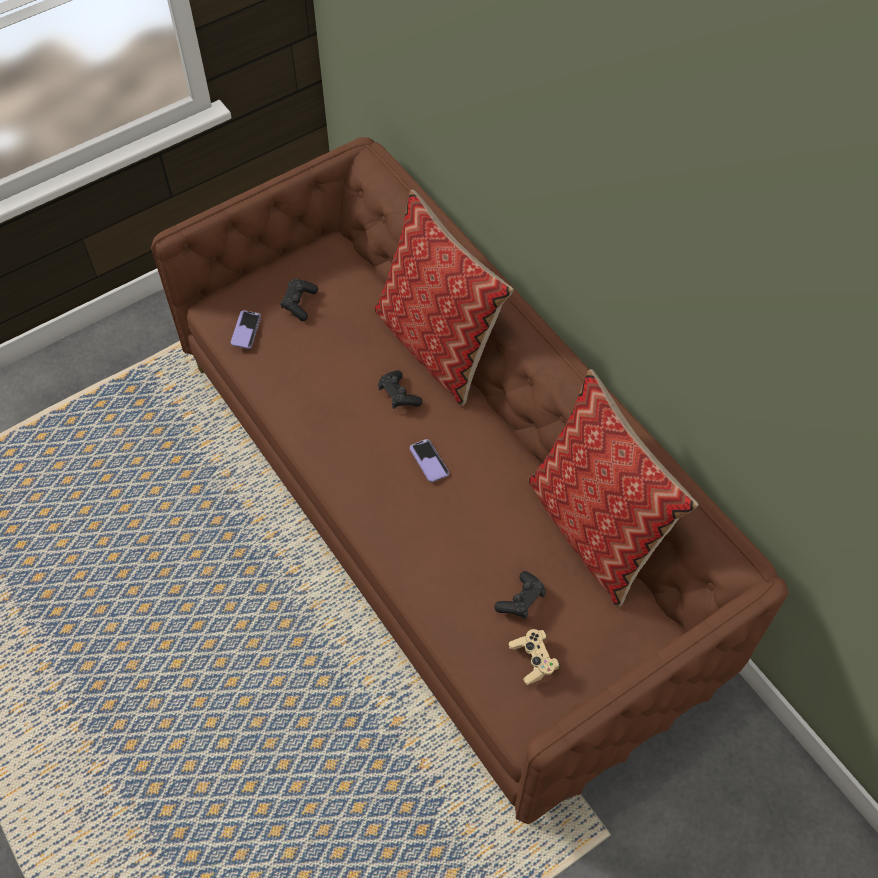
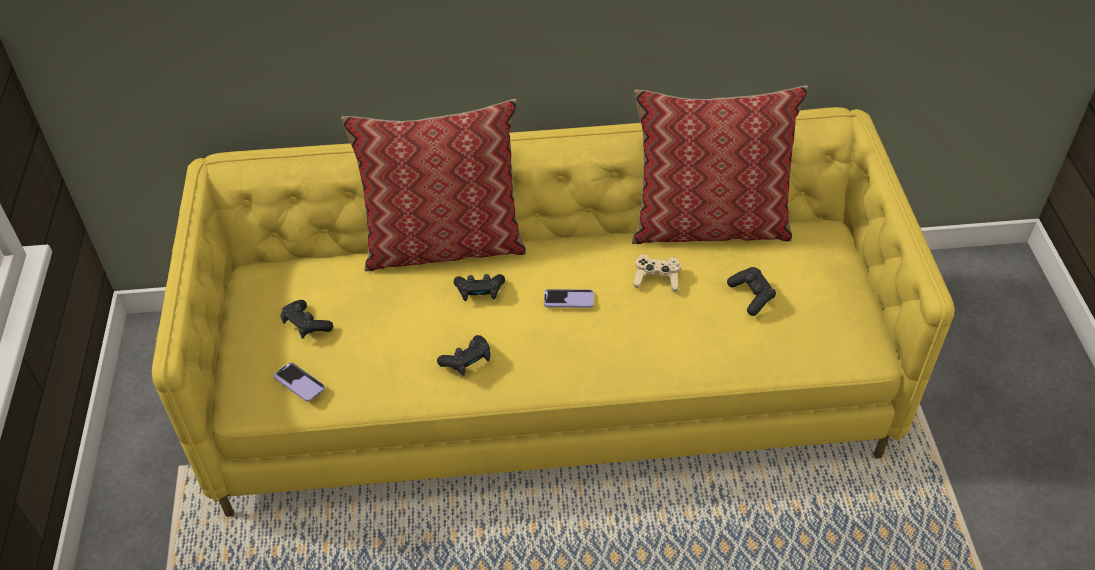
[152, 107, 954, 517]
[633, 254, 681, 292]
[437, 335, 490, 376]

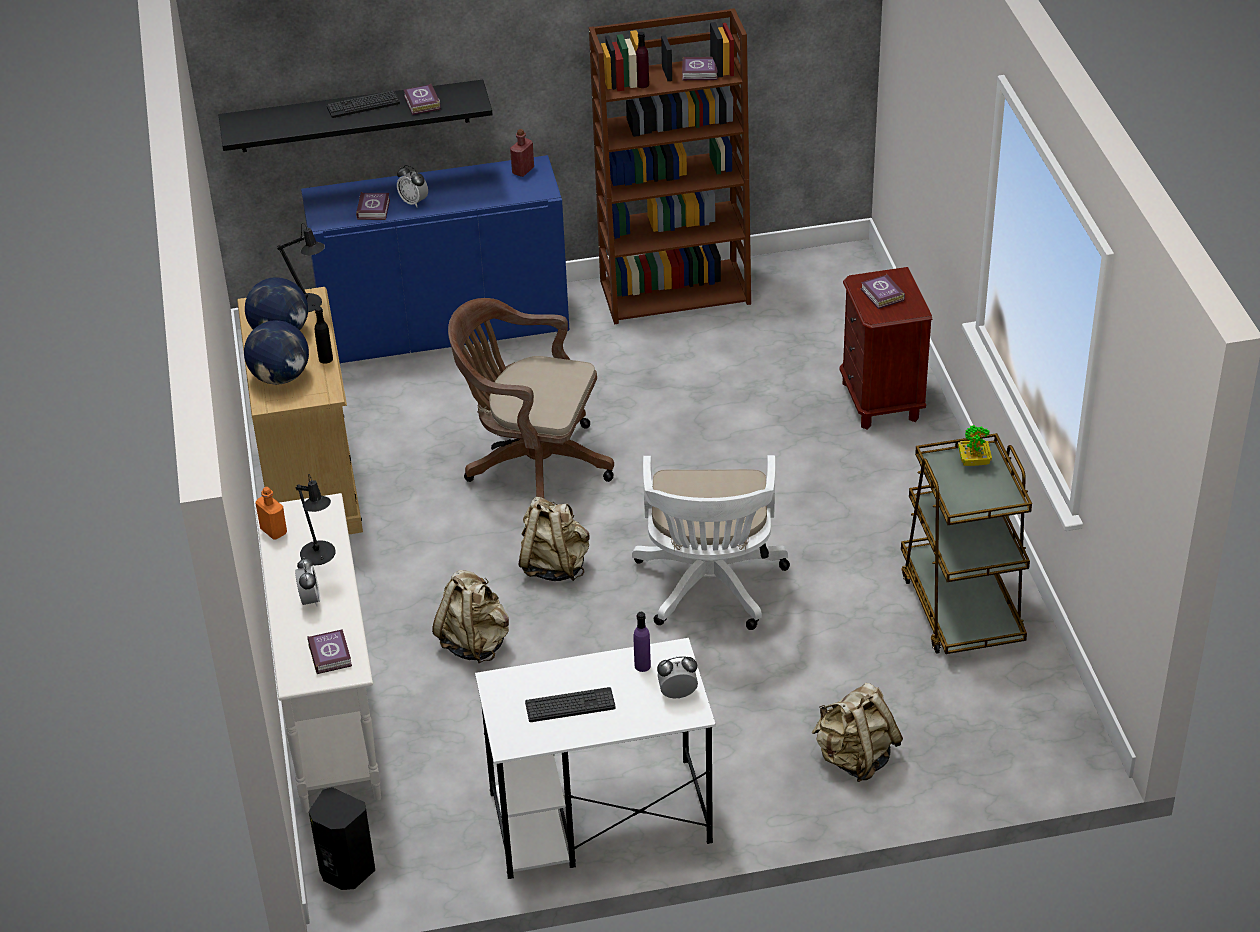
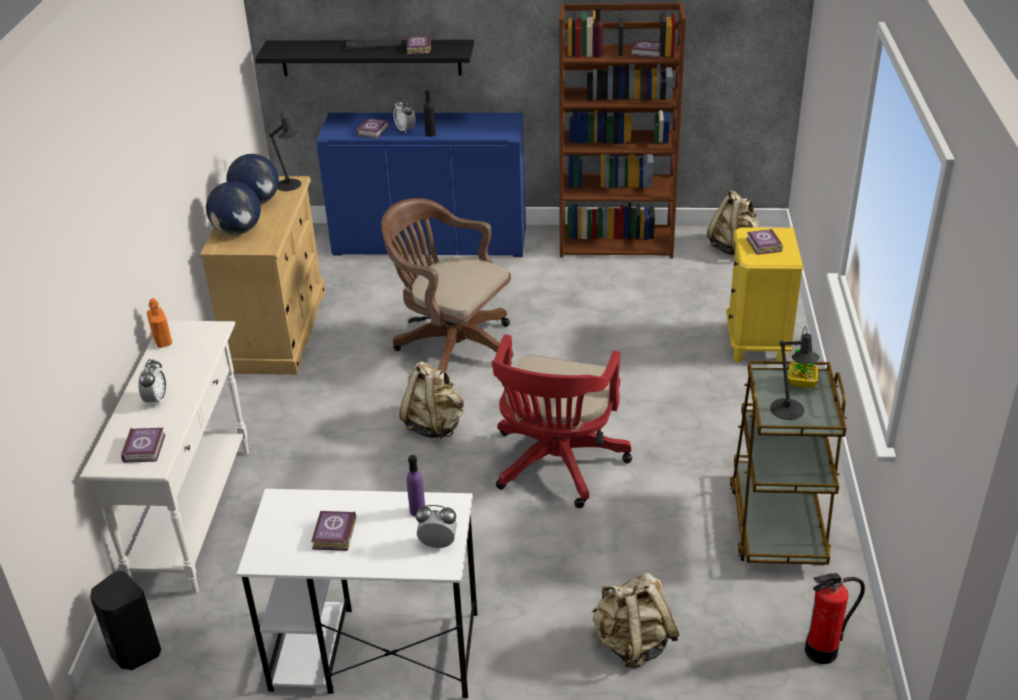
[510, 129, 534, 177] (first image)
[726, 227, 803, 363]
[424, 89, 436, 137]
[491, 335, 632, 508]
[770, 327, 820, 420]
[707, 190, 761, 255]
[311, 511, 356, 551]
[805, 573, 865, 664]

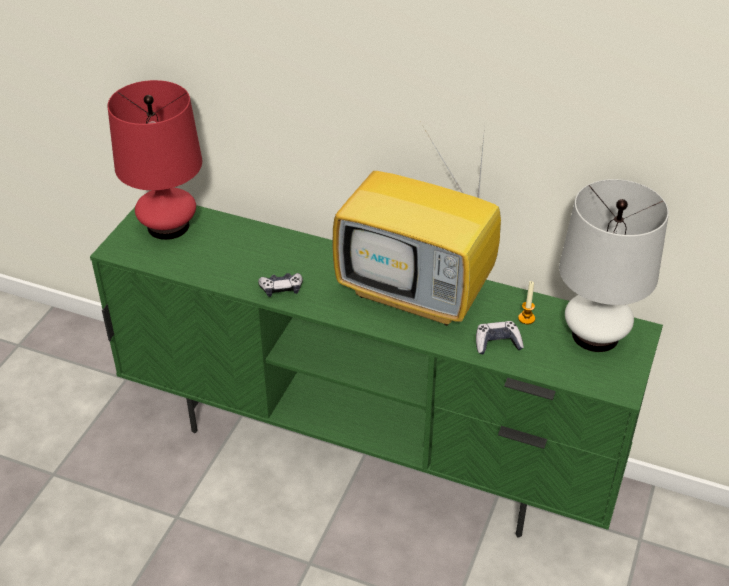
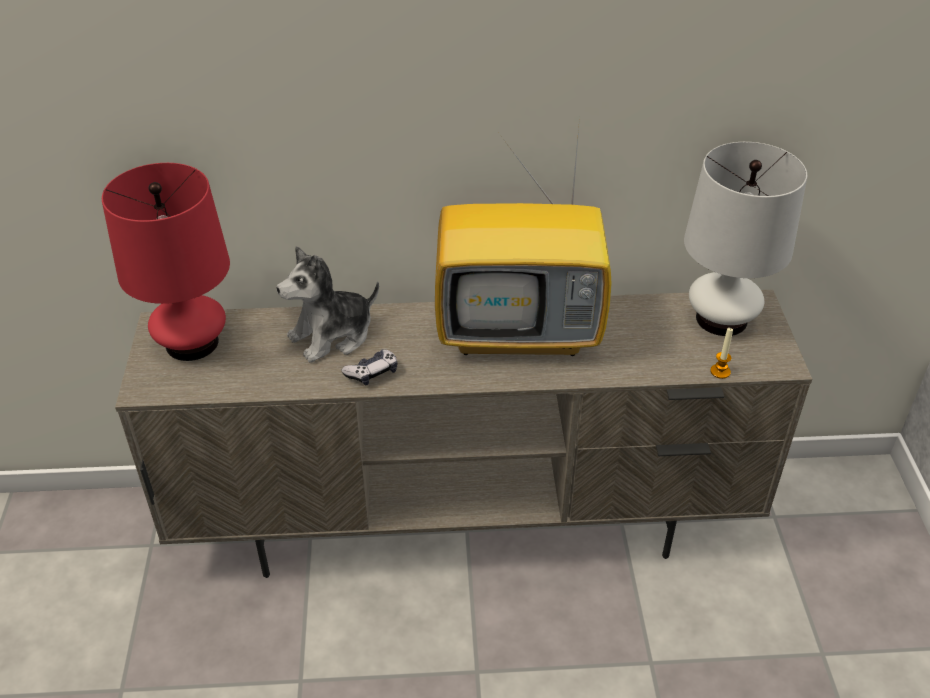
[115, 290, 812, 578]
[710, 327, 733, 379]
[476, 321, 524, 354] (first image)
[276, 246, 379, 363]

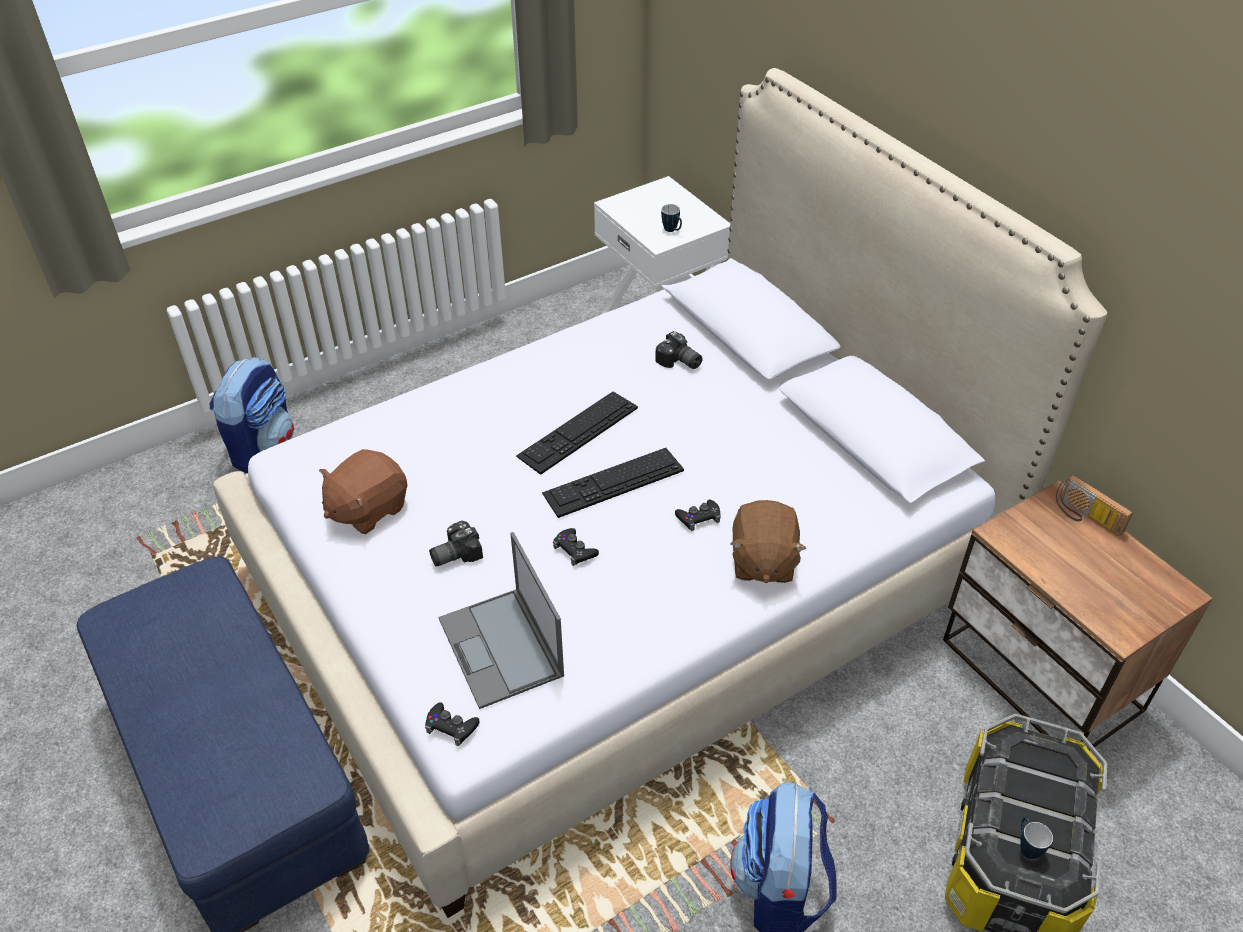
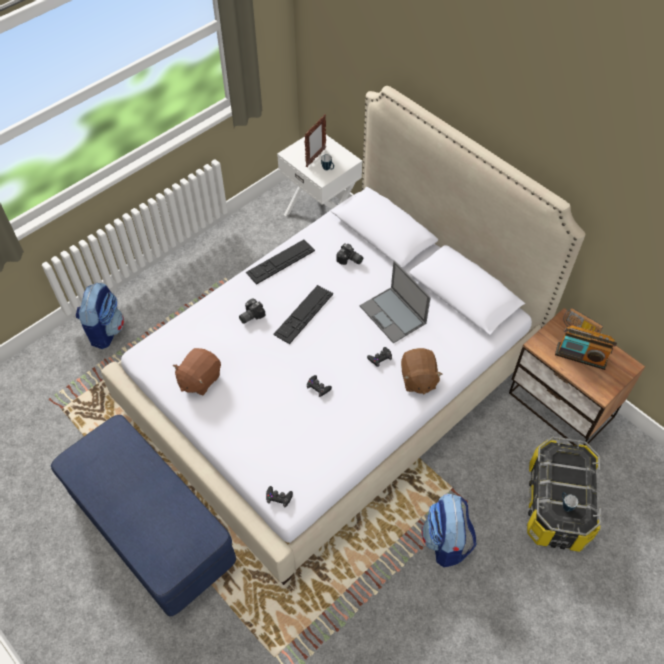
[246, 240, 315, 285]
[239, 299, 266, 324]
[360, 261, 431, 344]
[304, 114, 326, 167]
[555, 325, 617, 370]

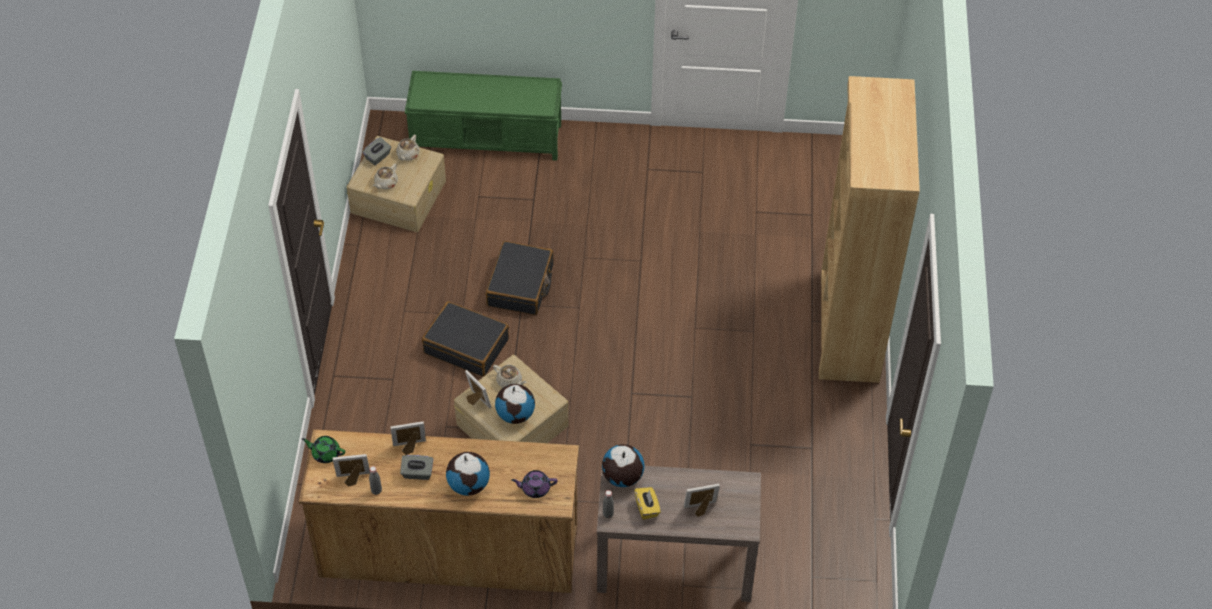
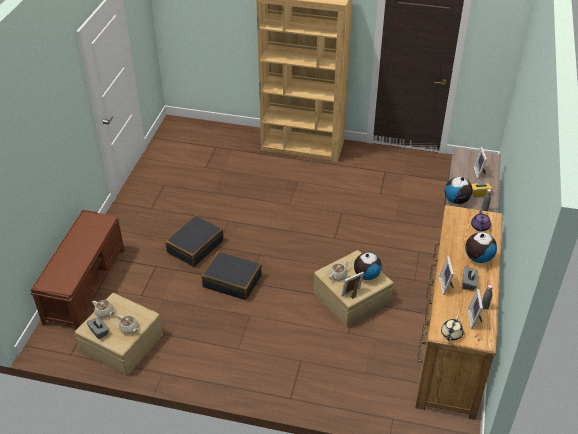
[30, 210, 125, 331]
[166, 215, 224, 267]
[441, 315, 464, 341]

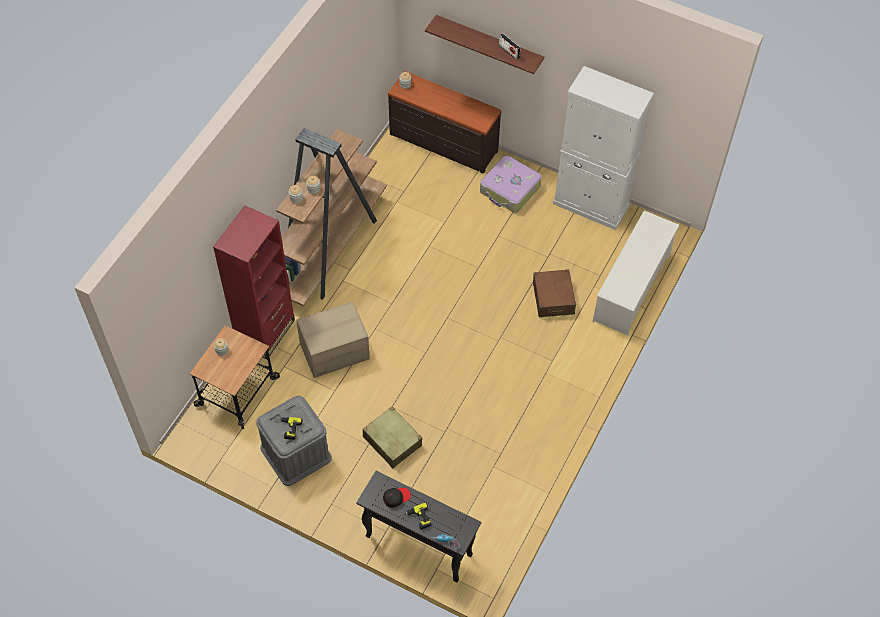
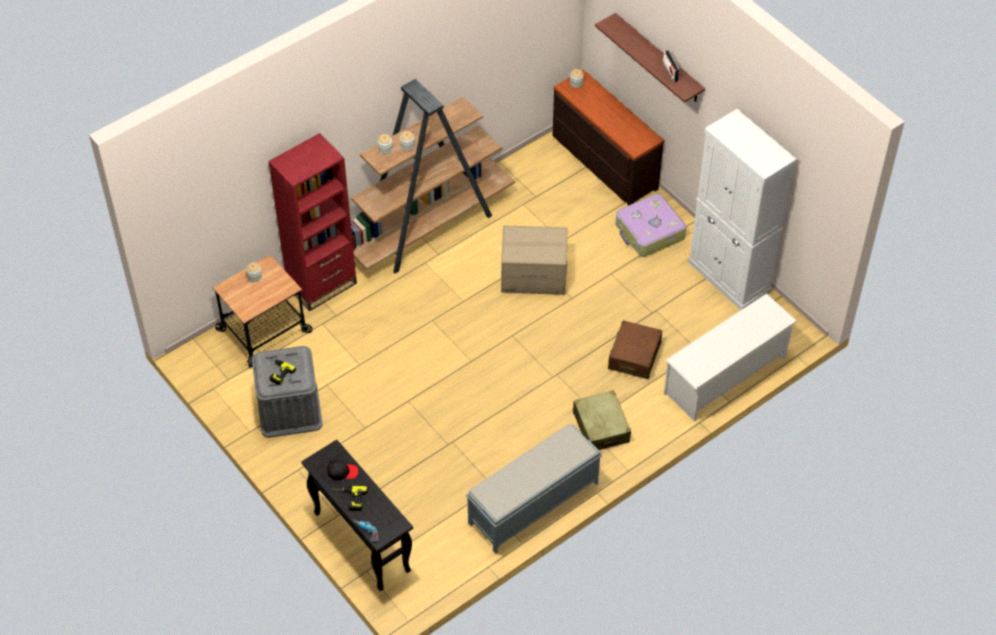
[501, 225, 567, 295]
[573, 390, 631, 450]
[466, 424, 602, 554]

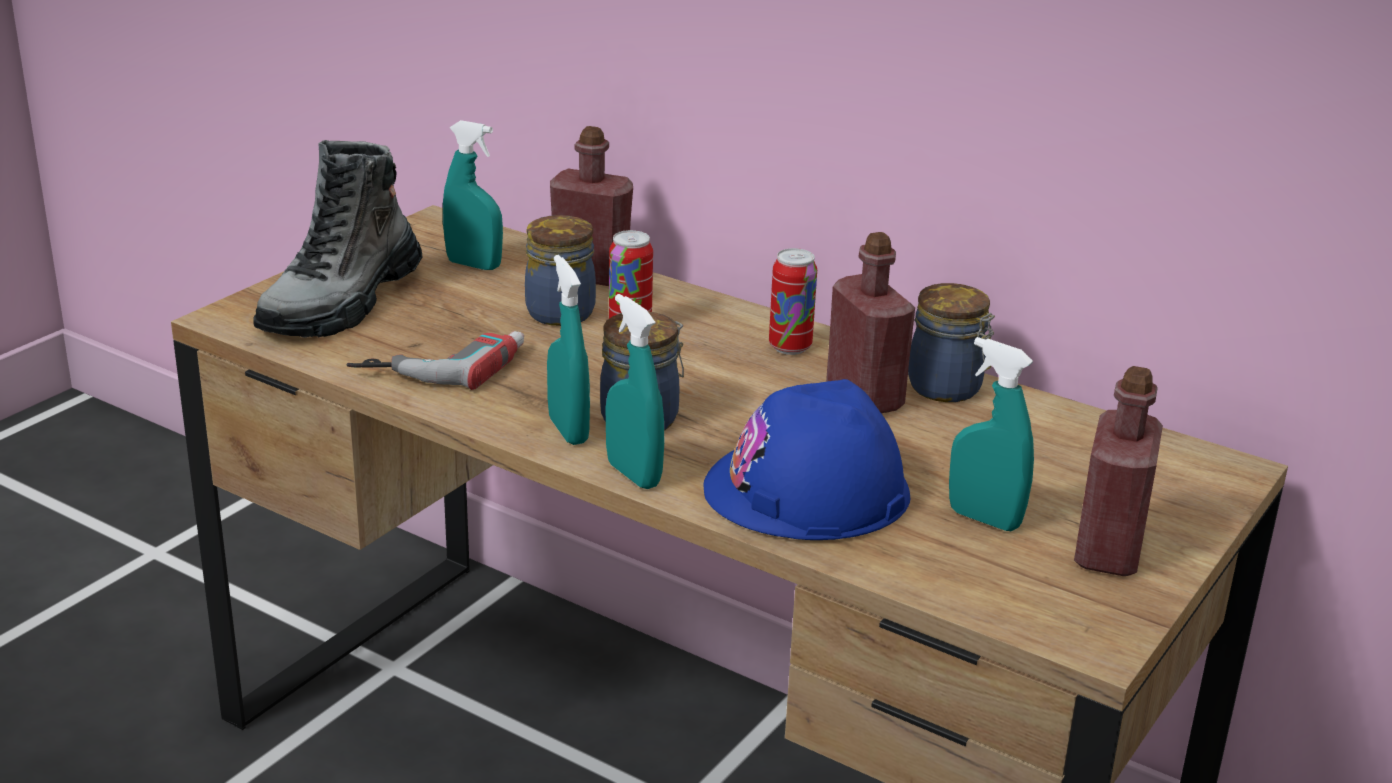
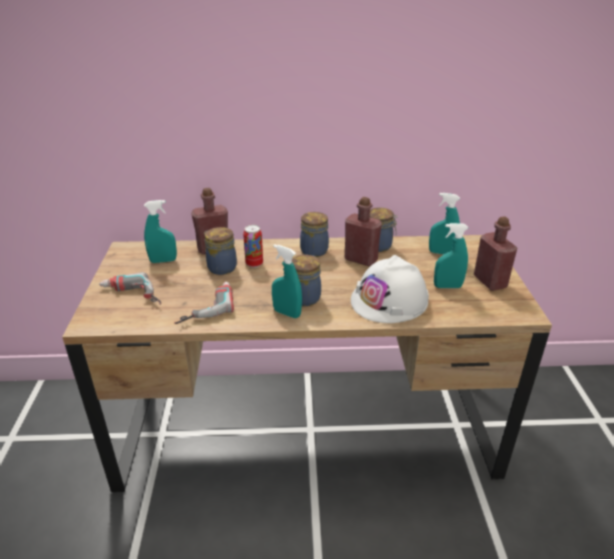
[99, 272, 161, 305]
[300, 212, 329, 257]
[429, 193, 460, 255]
[351, 255, 429, 323]

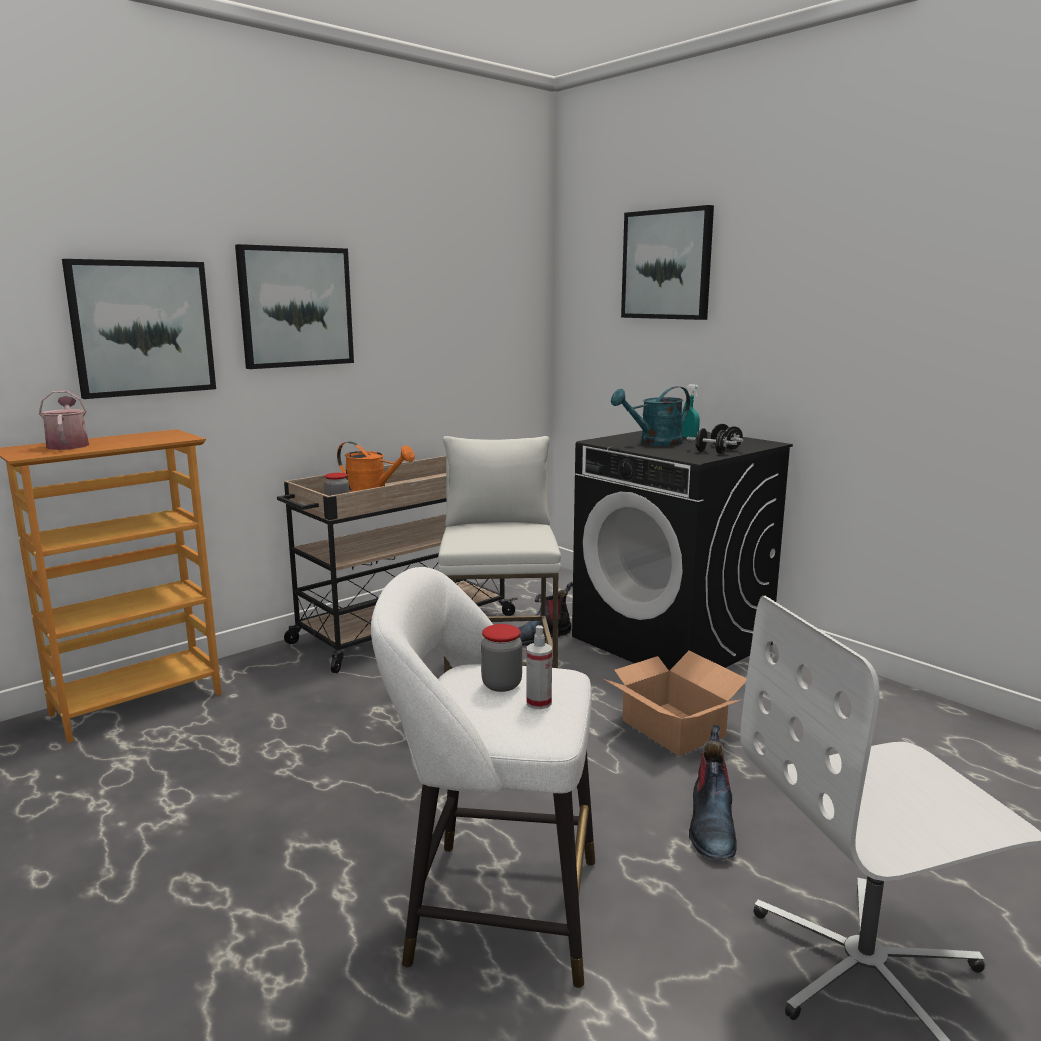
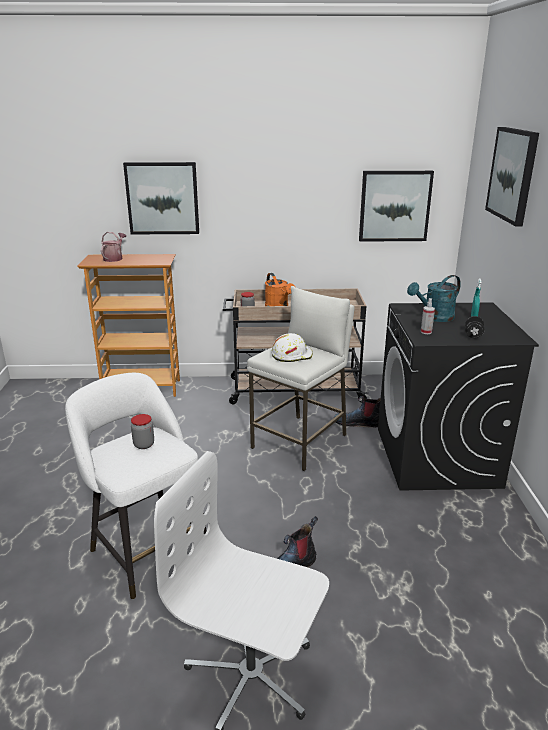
[359, 171, 434, 242]
[407, 275, 461, 322]
[687, 428, 737, 454] (first image)
[421, 298, 435, 334]
[604, 651, 747, 756] (first image)
[271, 333, 313, 362]

